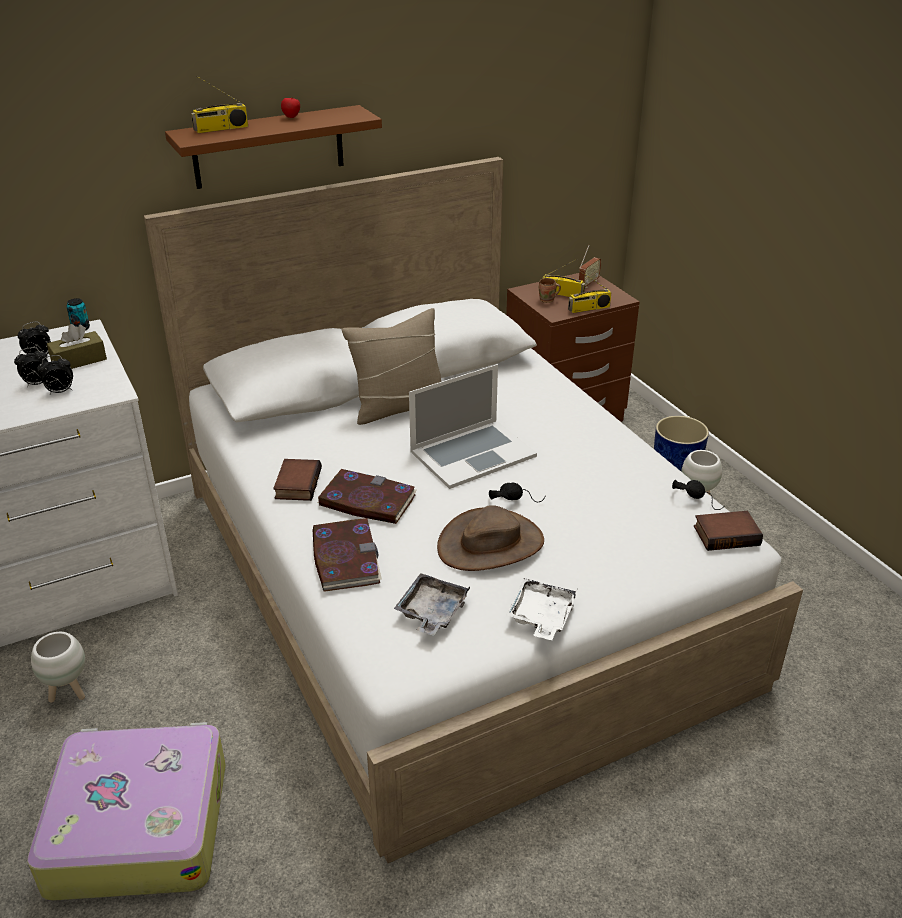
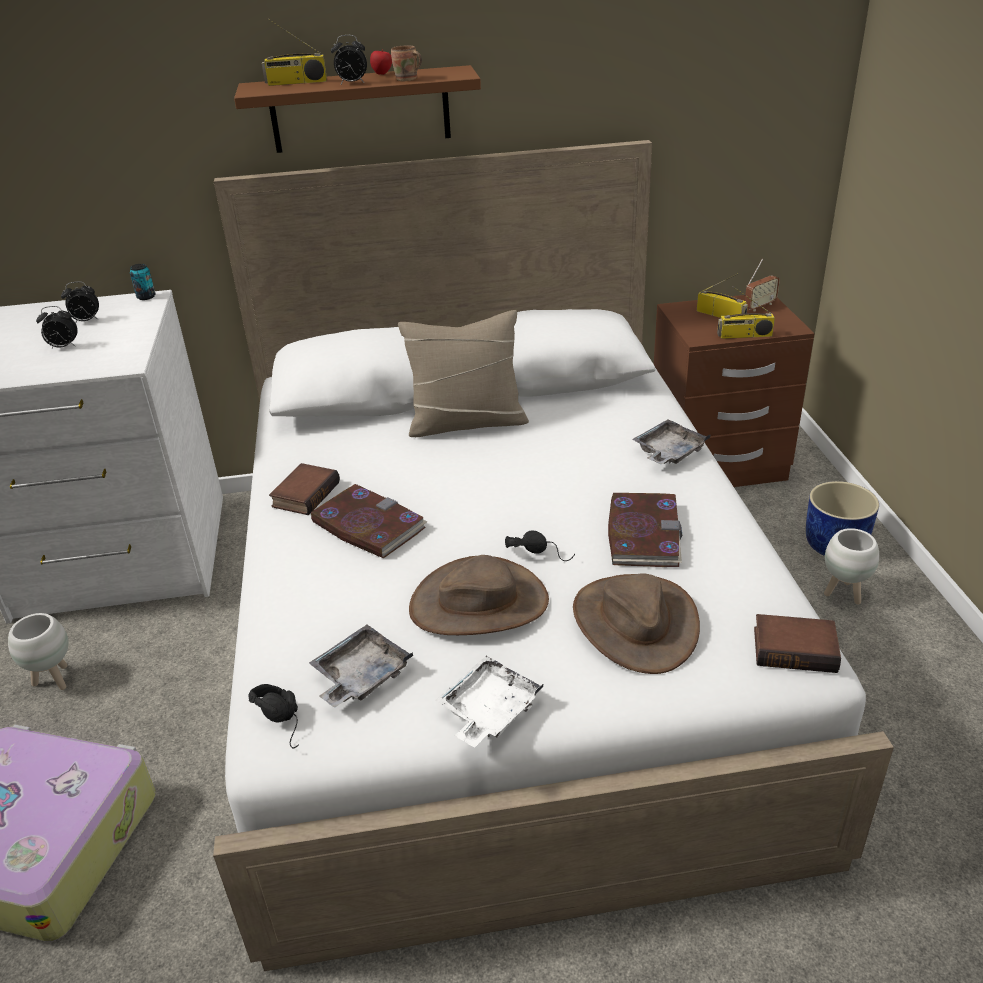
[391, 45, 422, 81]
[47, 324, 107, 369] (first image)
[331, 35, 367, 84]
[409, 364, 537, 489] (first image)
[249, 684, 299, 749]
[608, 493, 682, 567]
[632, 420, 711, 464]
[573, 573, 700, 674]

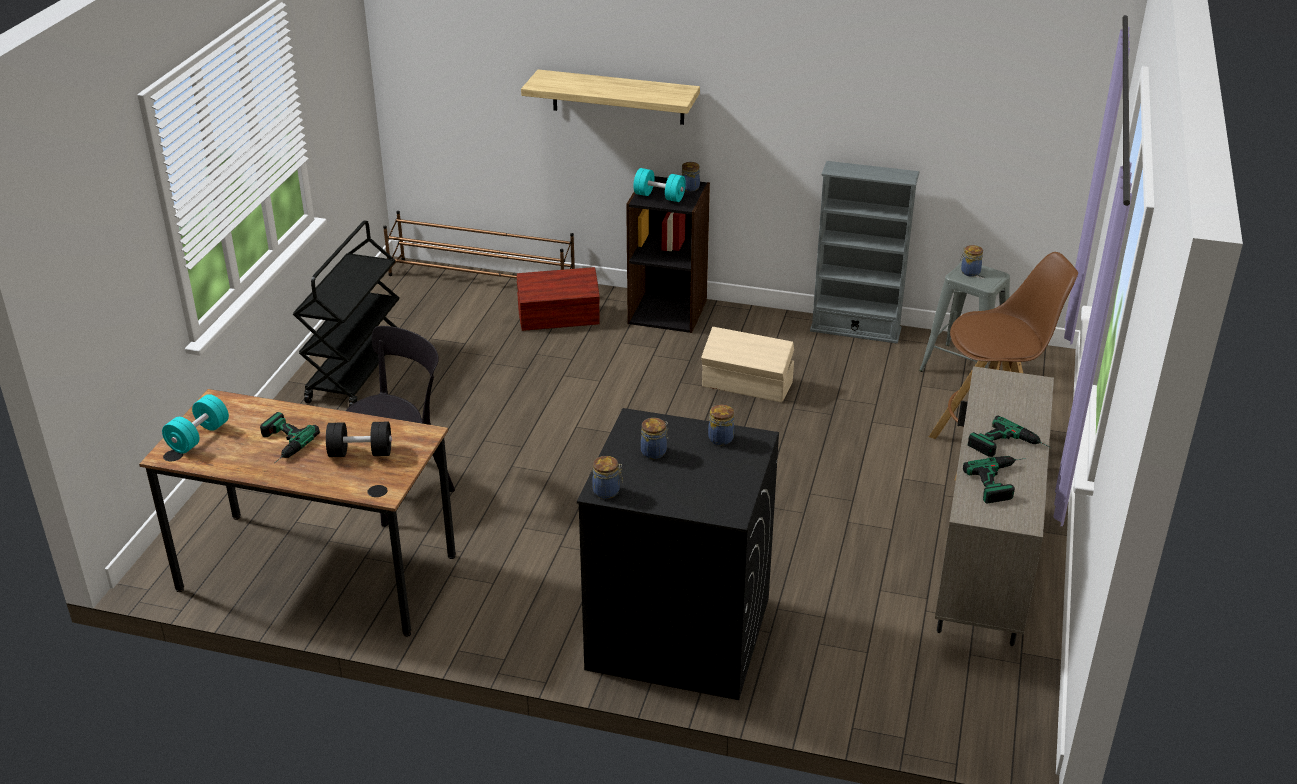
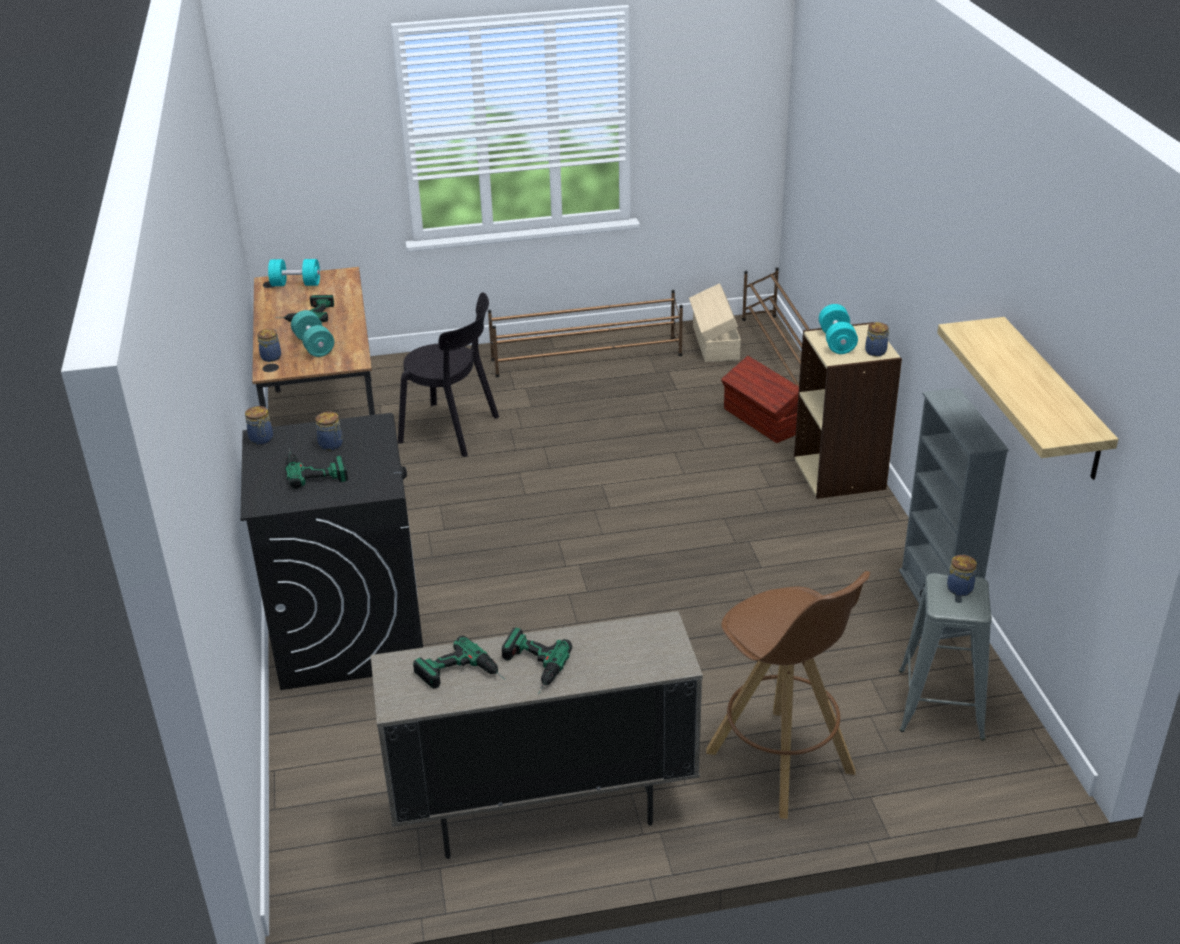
[937, 317, 1118, 480]
[794, 322, 902, 499]
[488, 290, 683, 378]
[689, 283, 741, 362]
[257, 329, 281, 362]
[291, 310, 334, 357]
[285, 449, 348, 489]

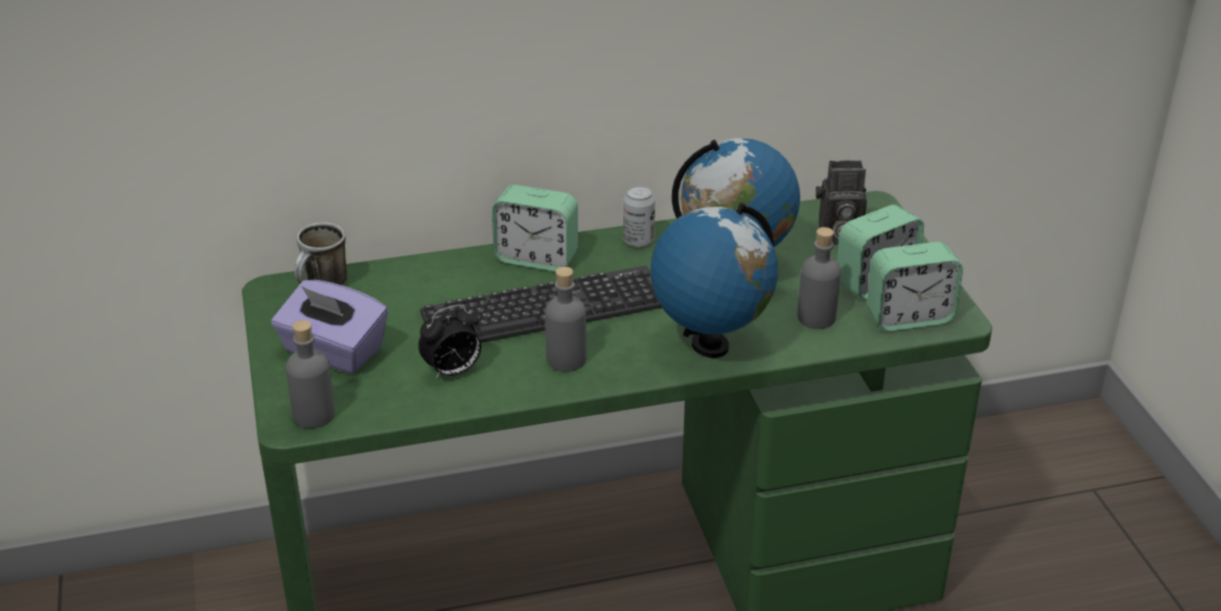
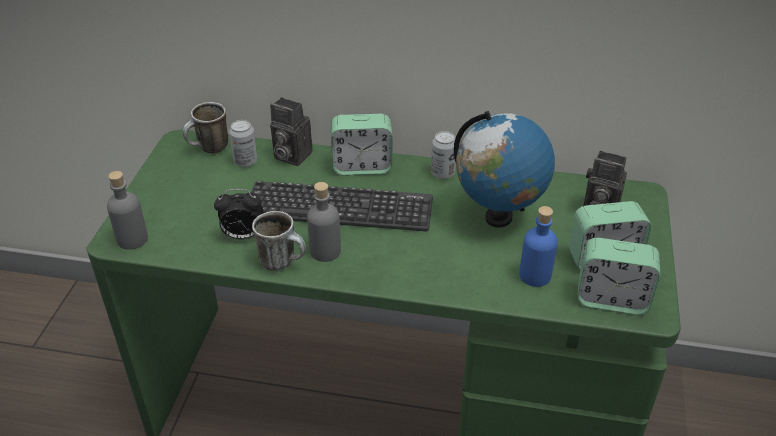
[331, 114, 392, 175]
[650, 202, 778, 358] (first image)
[519, 206, 558, 287]
[271, 280, 388, 374] (first image)
[270, 97, 313, 166]
[229, 120, 257, 167]
[252, 211, 306, 271]

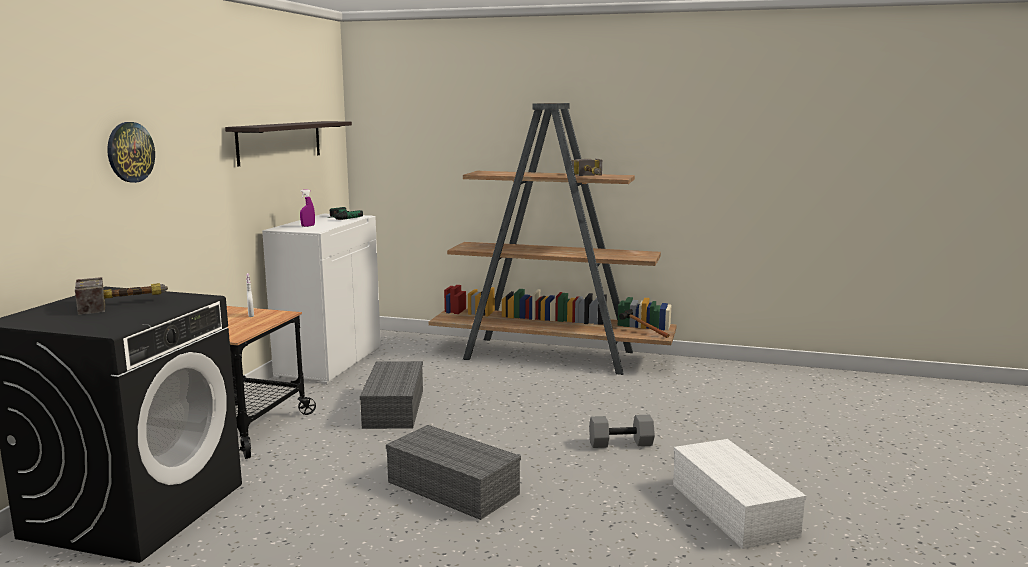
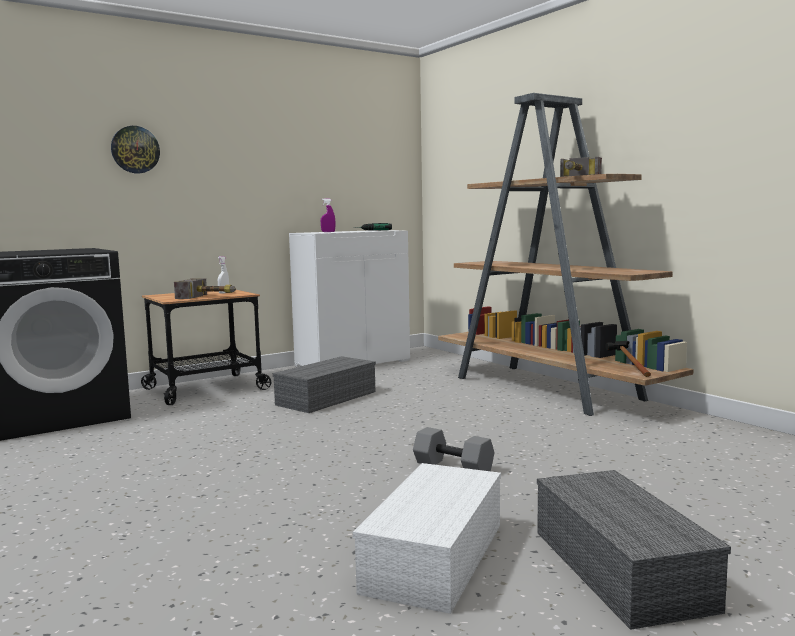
[225, 121, 352, 166] (first image)
[174, 279, 236, 299]
[537, 470, 731, 630]

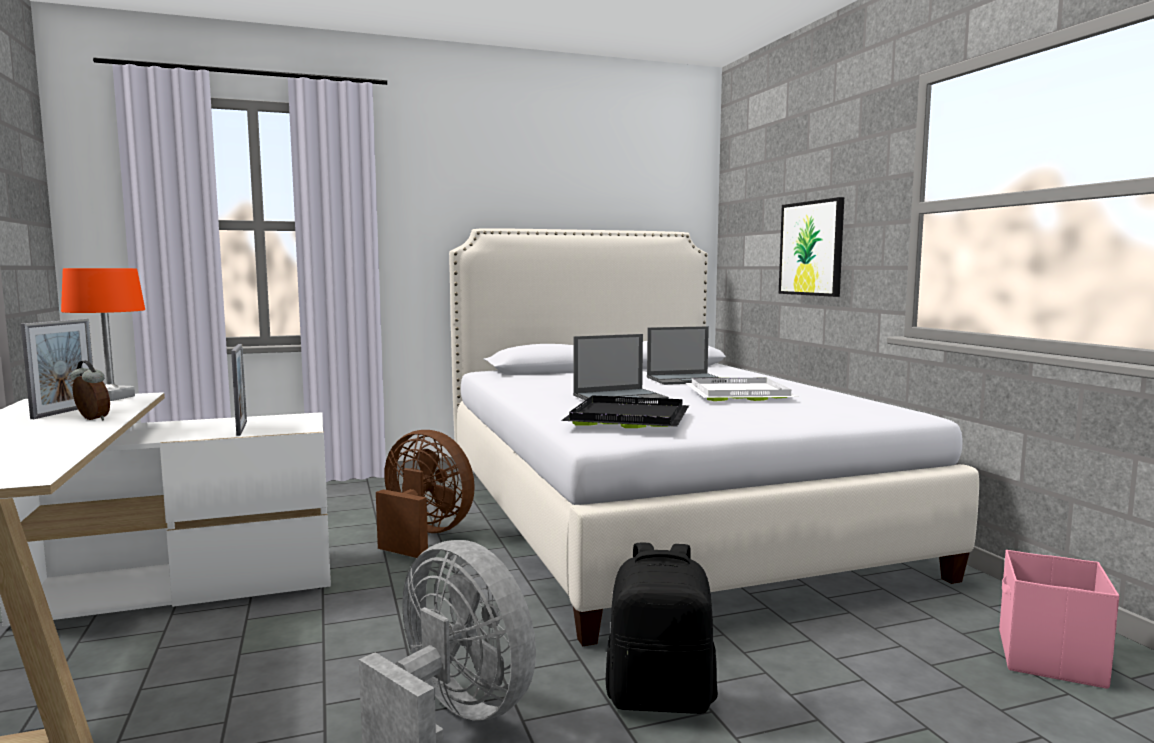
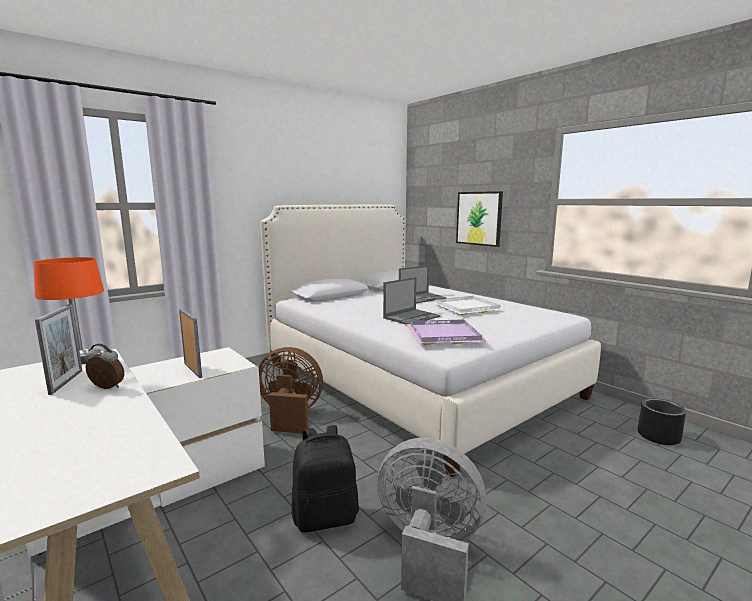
[406, 319, 487, 345]
[292, 425, 359, 533]
[637, 398, 686, 445]

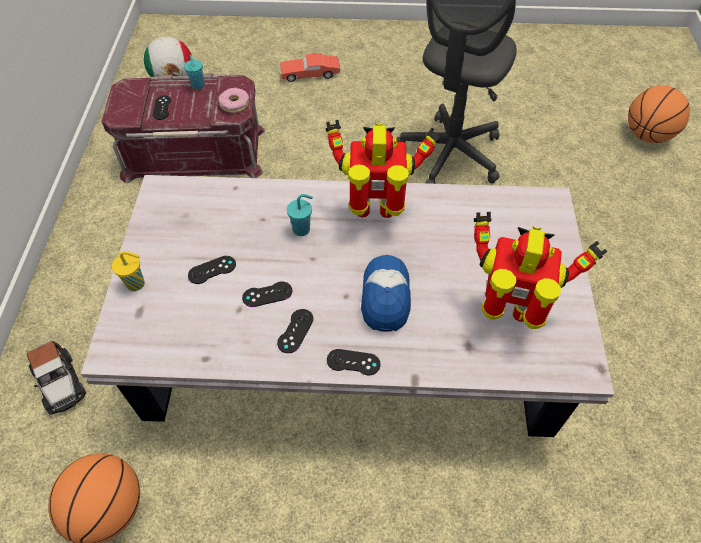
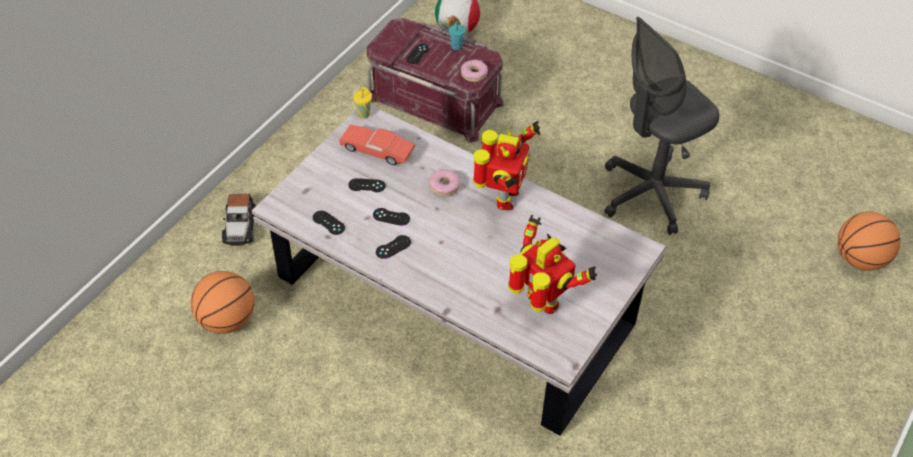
[339, 125, 415, 165]
[473, 121, 540, 210]
[429, 169, 460, 196]
[353, 87, 373, 119]
[361, 255, 411, 332] (first image)
[313, 211, 345, 235]

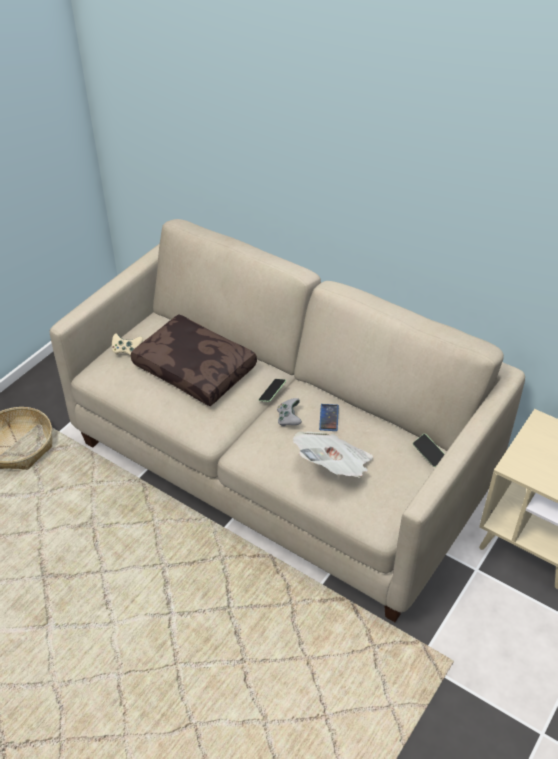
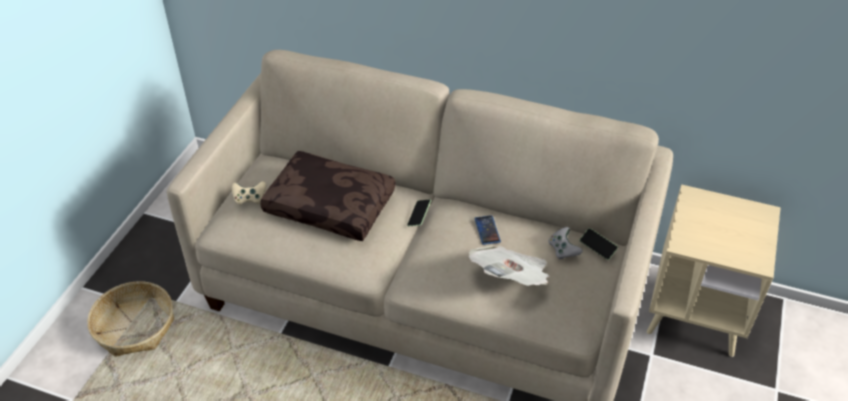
[548, 227, 583, 260]

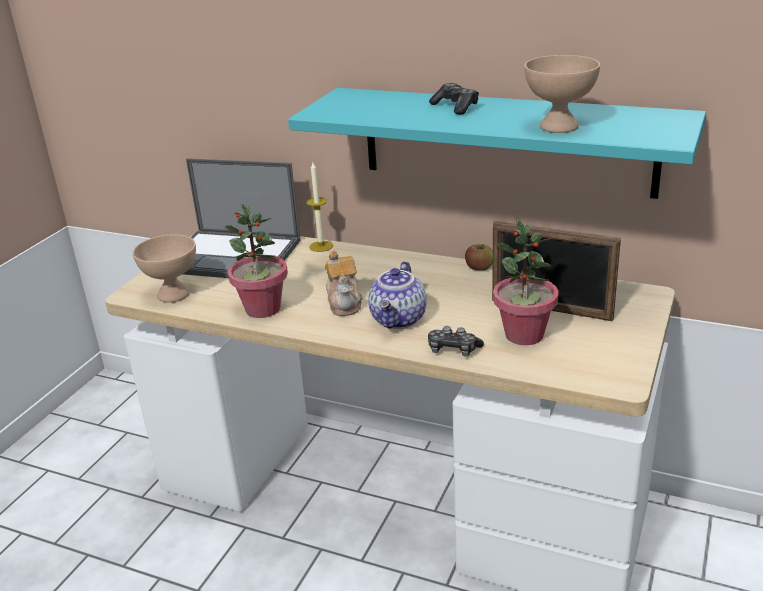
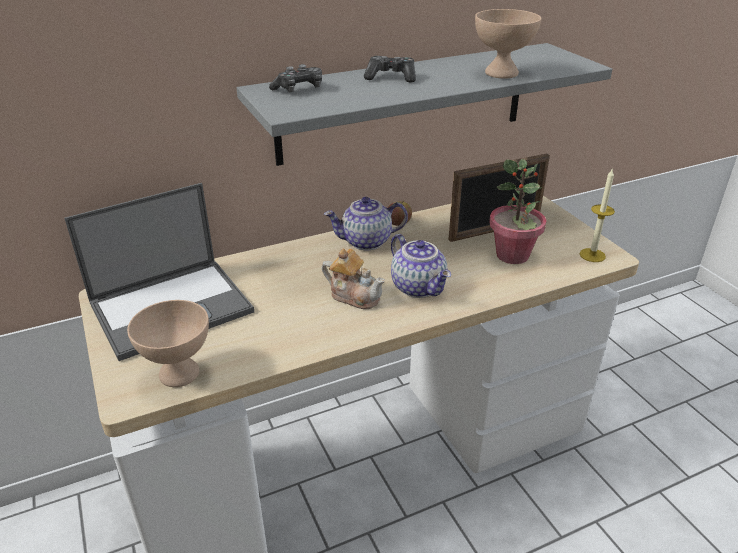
[236, 43, 612, 166]
[579, 168, 615, 262]
[225, 203, 288, 318] (first image)
[269, 64, 322, 92]
[324, 197, 408, 250]

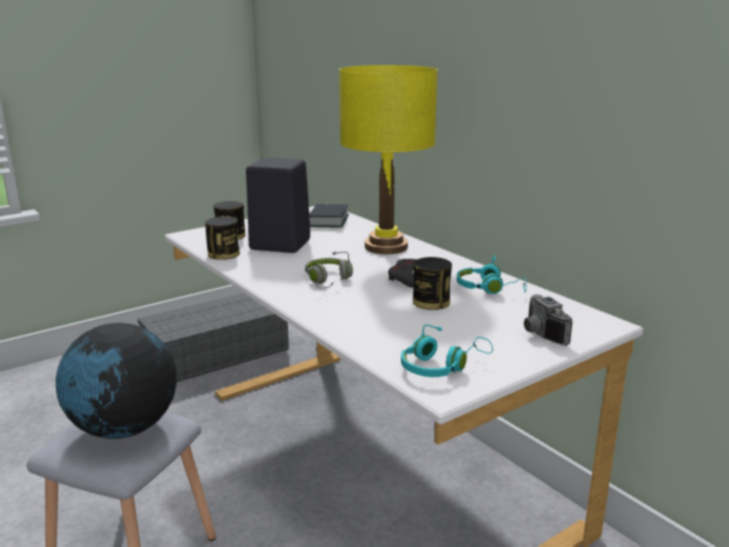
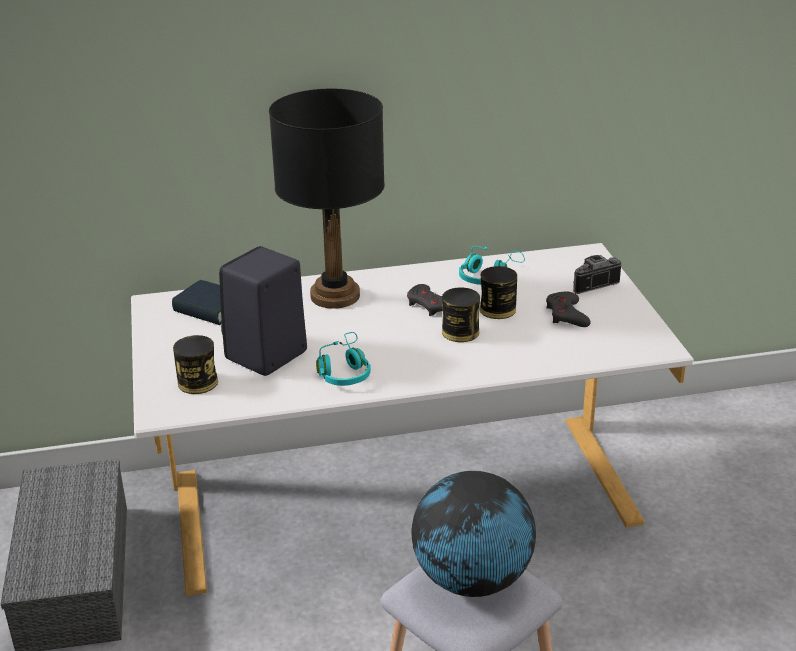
[269, 89, 385, 309]
[442, 287, 480, 342]
[305, 252, 353, 289] (first image)
[573, 255, 621, 294]
[316, 332, 371, 386]
[546, 291, 591, 327]

